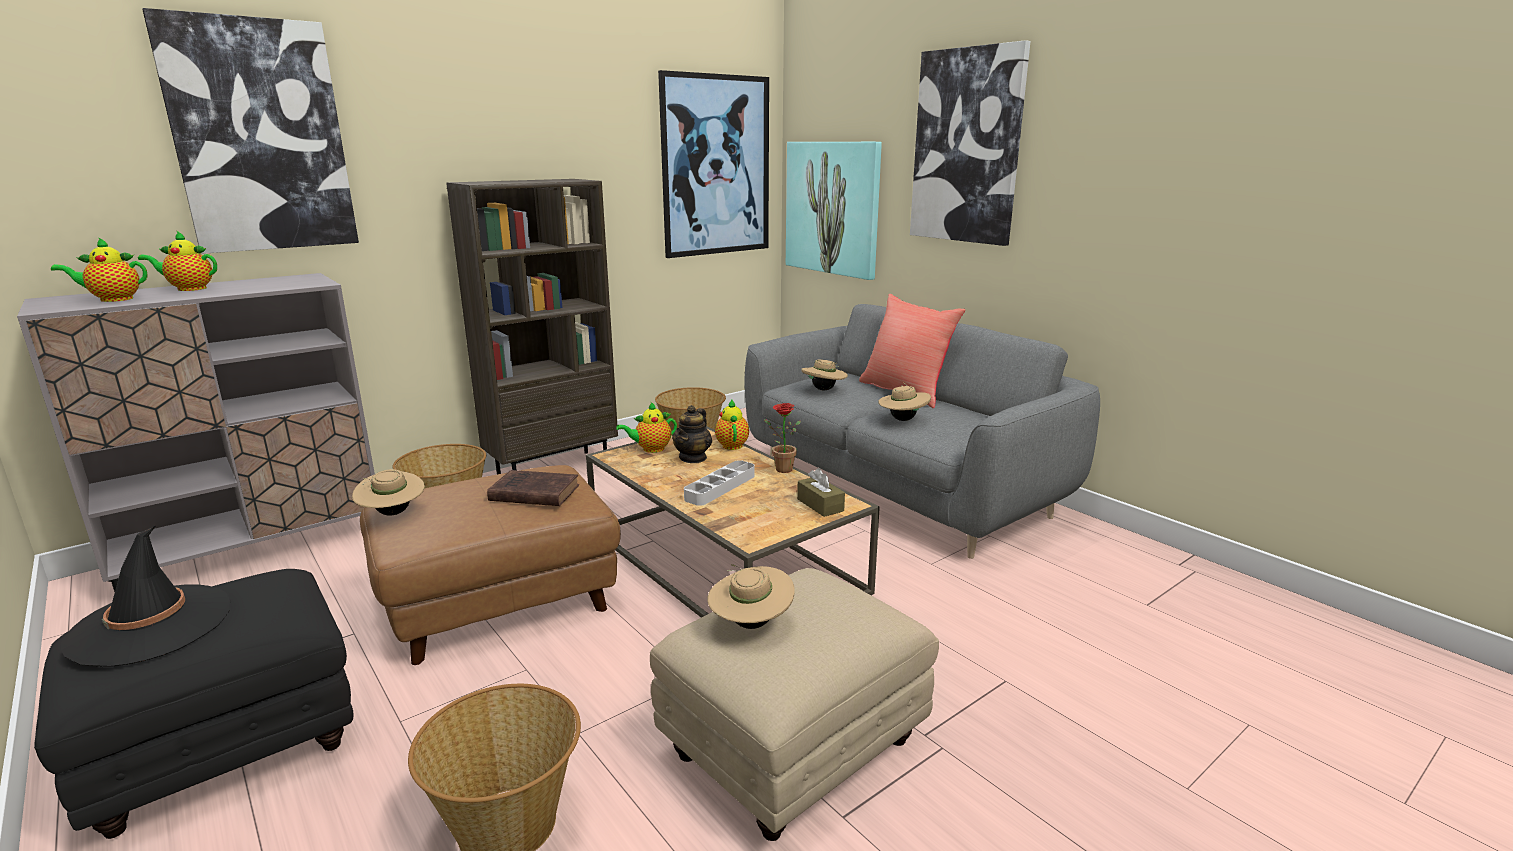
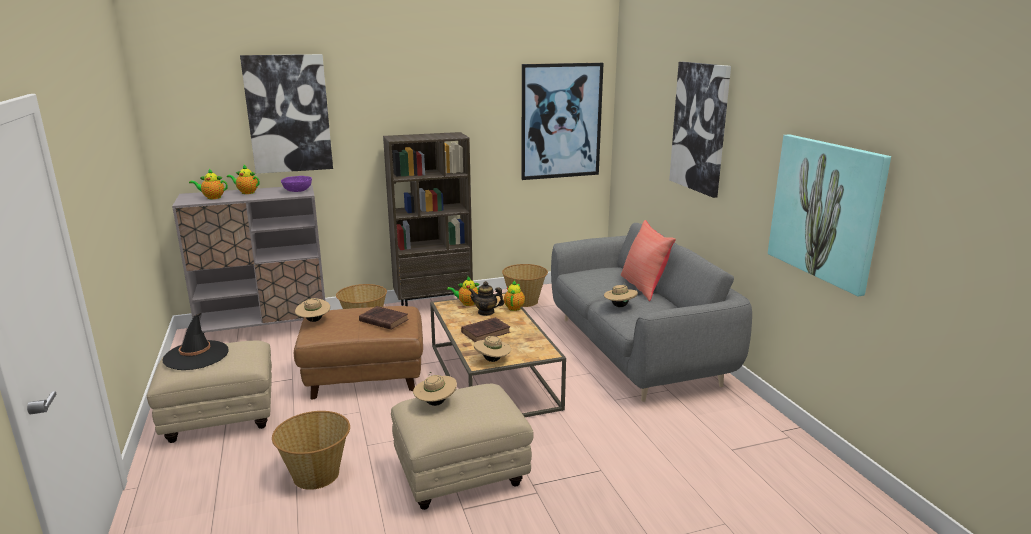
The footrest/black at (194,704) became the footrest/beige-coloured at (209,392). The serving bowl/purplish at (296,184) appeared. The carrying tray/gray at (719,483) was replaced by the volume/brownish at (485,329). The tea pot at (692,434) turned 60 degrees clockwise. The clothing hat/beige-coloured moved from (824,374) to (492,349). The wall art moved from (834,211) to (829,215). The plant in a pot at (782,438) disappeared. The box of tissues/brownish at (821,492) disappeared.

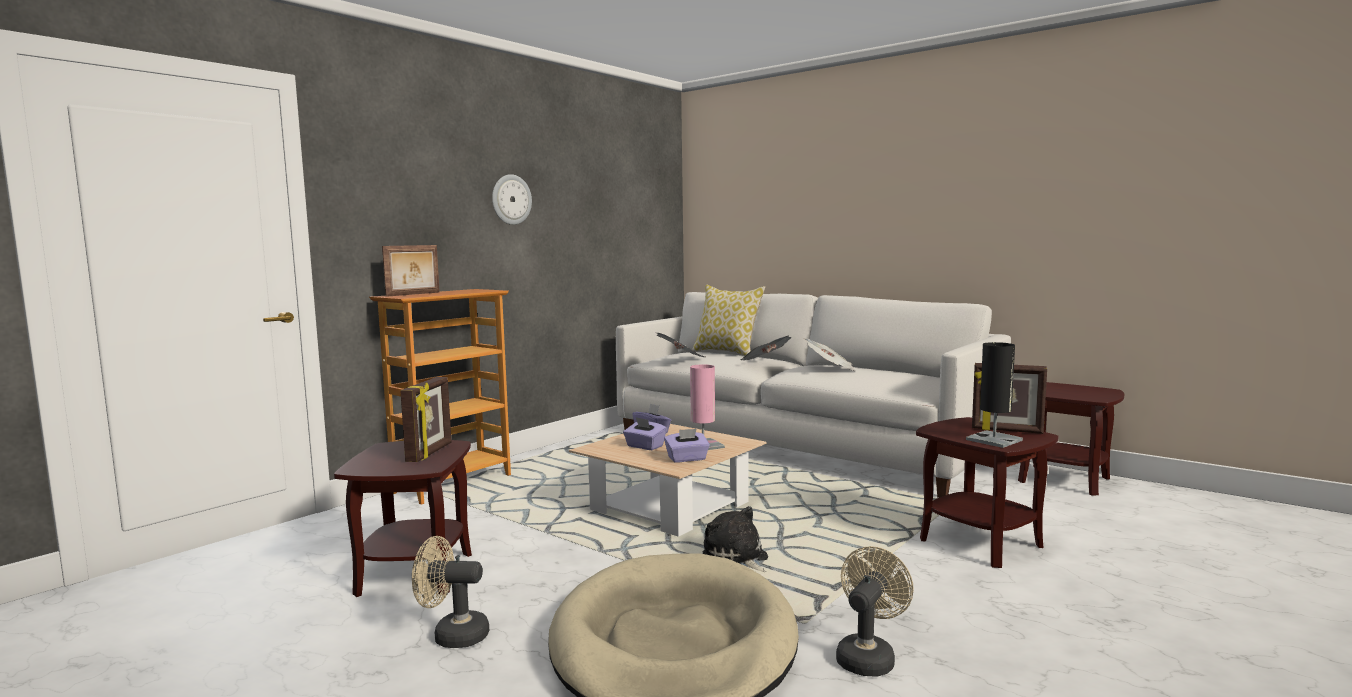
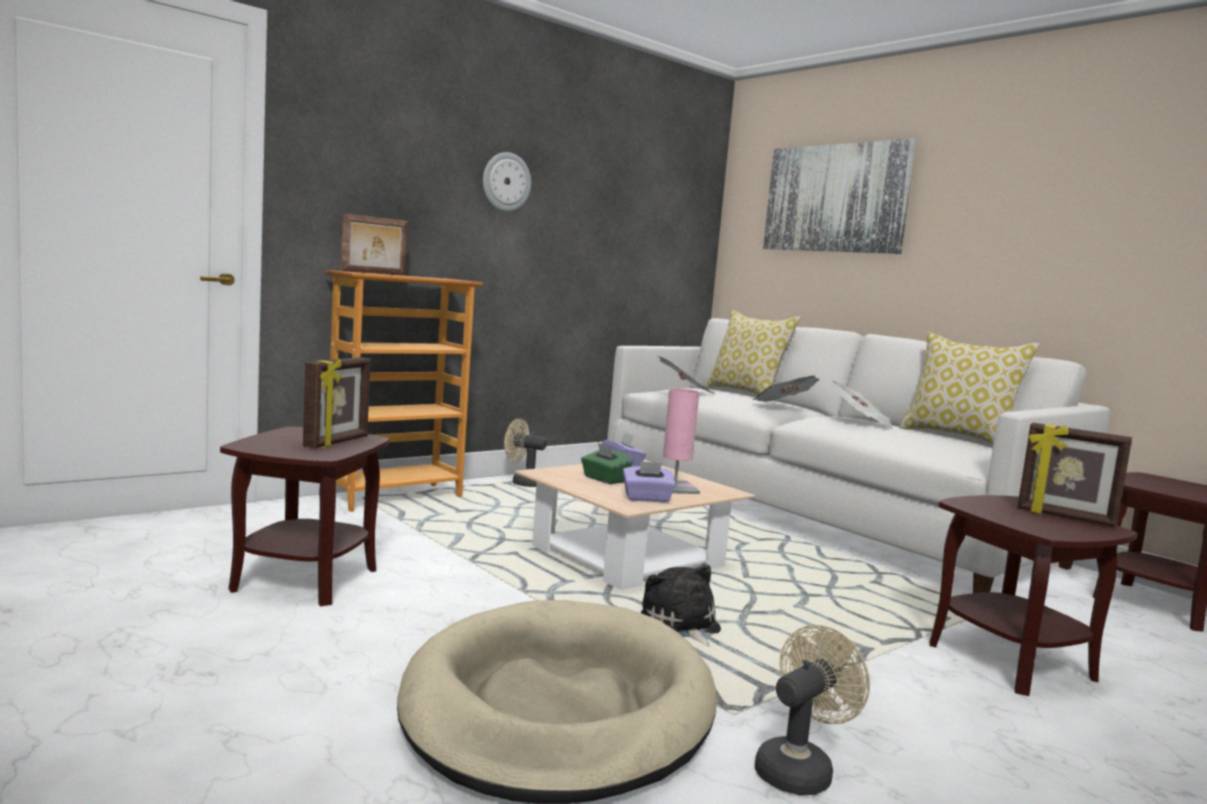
The electric fan/beige-coloured moved from (450,592) to (525,453). The box of tissues/purplish at (645,433) became the box of tissues/green-coloured at (607,463). The wall art at (839,196) appeared. The pillow at (969,388) appeared. The tabletop lamp/black at (994,395) disappeared.

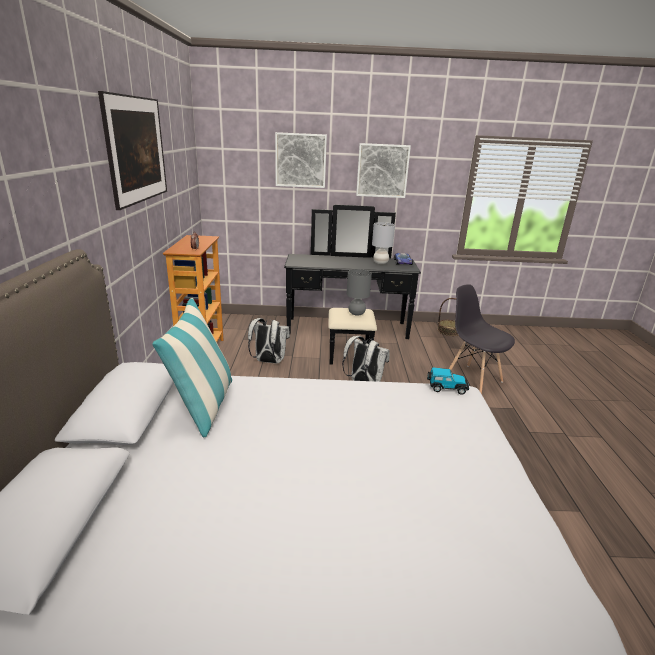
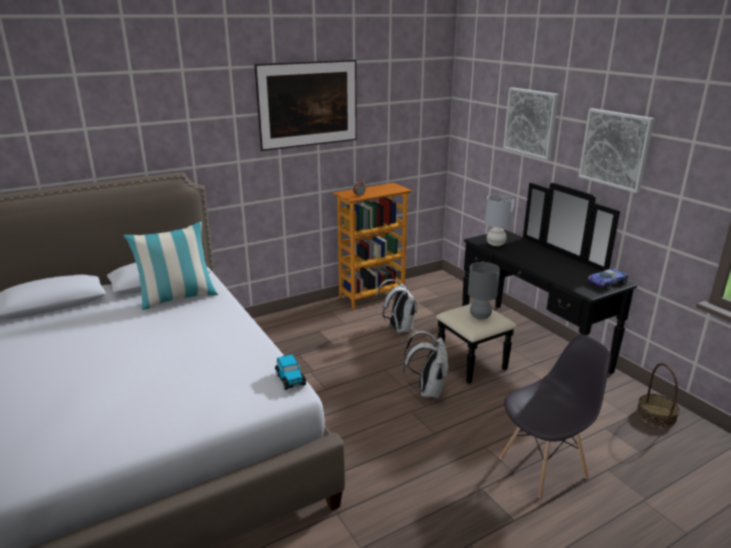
The tabletop lamp/gray moved from (383,243) to (499,220). The plain chair/gray at (482,339) turned 45 degrees clockwise.

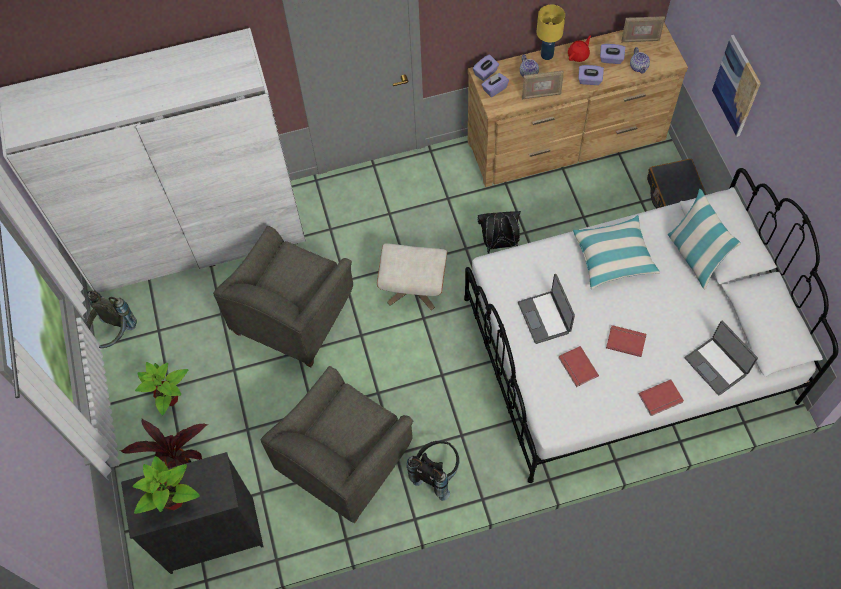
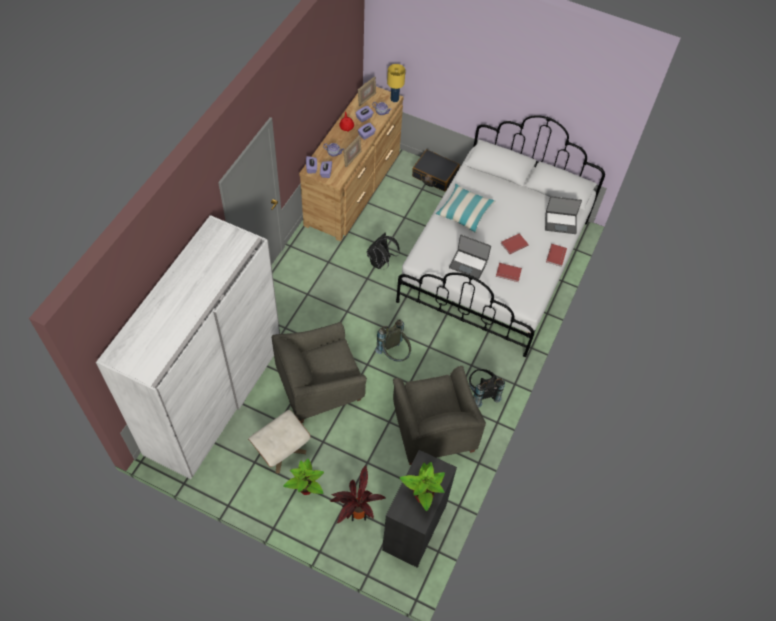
The footrest/beige-coloured moved from (412,276) to (279,442). The armchair/gray at (283,296) turned 90 degrees clockwise. The rucksack/gray moved from (111,319) to (393,341). The tabletop lamp/yellow moved from (550,32) to (396,83). The pillow at (704,239) disappeared. The wall art at (736,86) disappeared.

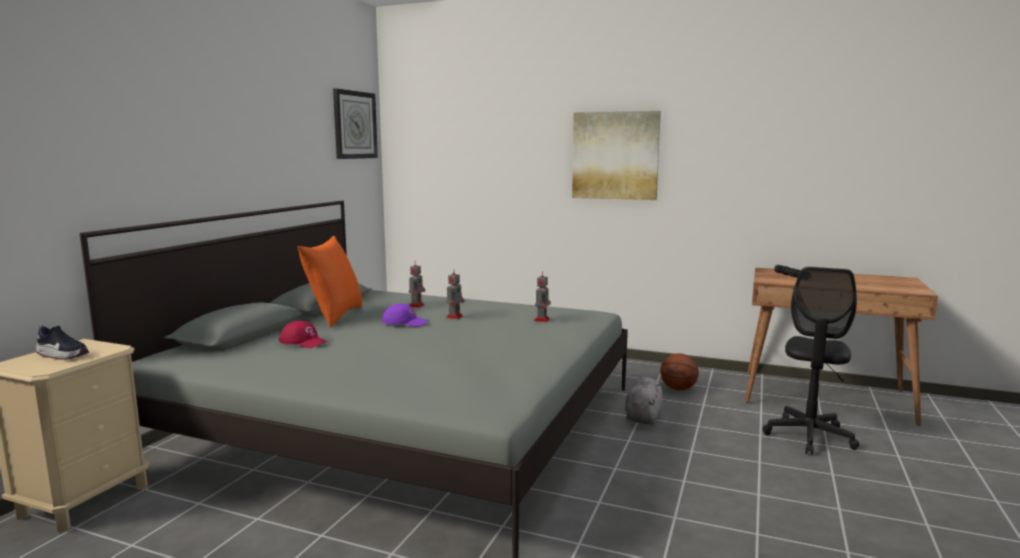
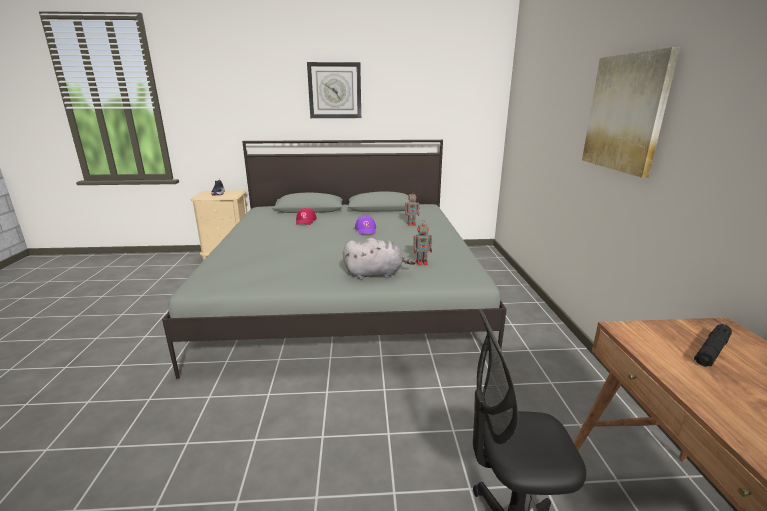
The wall clock moved from (355,123) to (334,90). The plush toy/gray moved from (643,401) to (379,258). The pillow/orangey at (330,282) disappeared. The toy robot at (455,294) disappeared. The basketball ball at (679,372) disappeared.

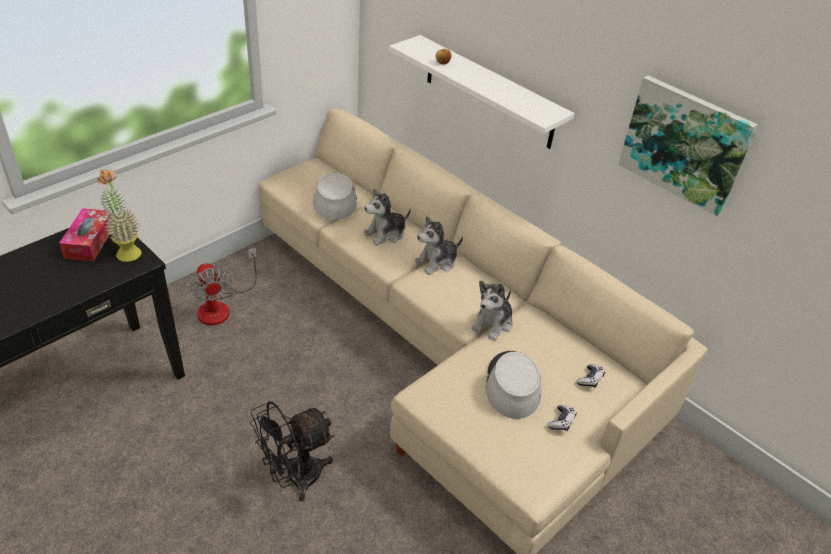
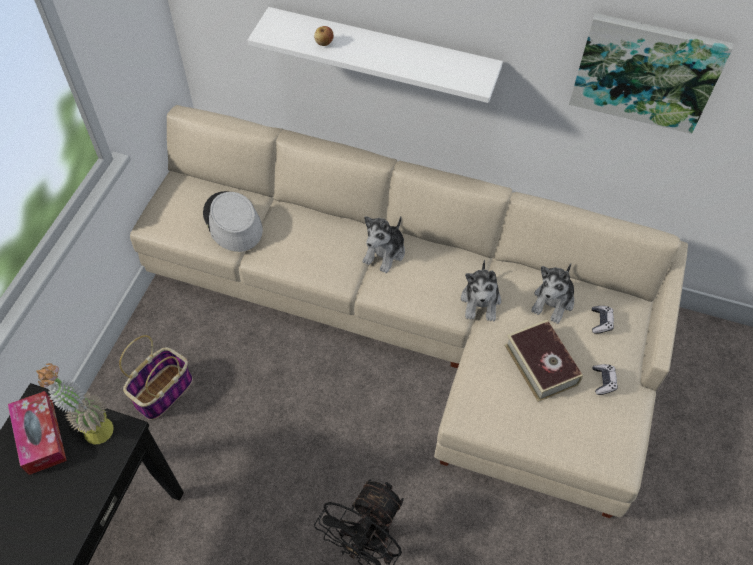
The electric fan at (223,286) was replaced by the household basket at (156,377). The clothing hat/gray at (513,385) was replaced by the volume at (543,361). The plush toy moved from (387,217) to (552,293).

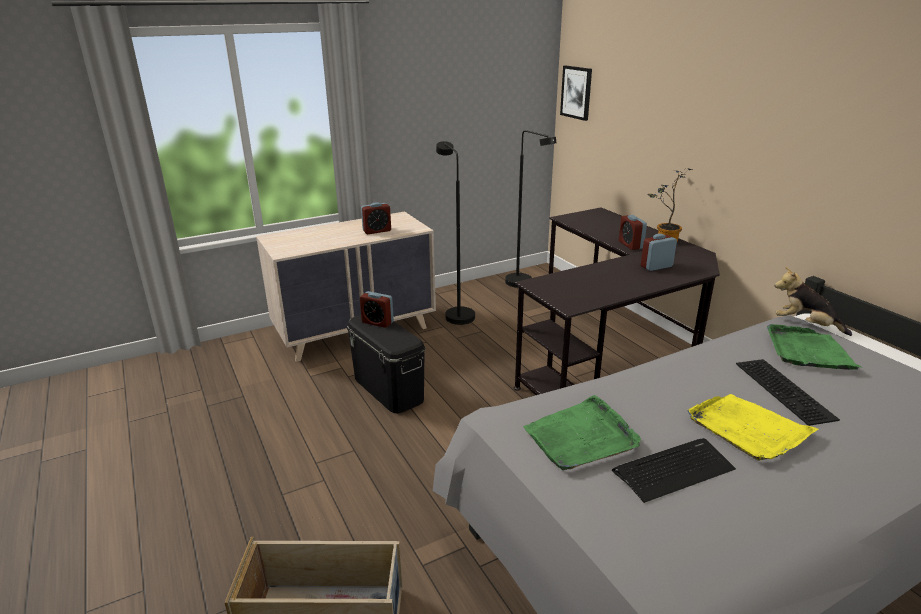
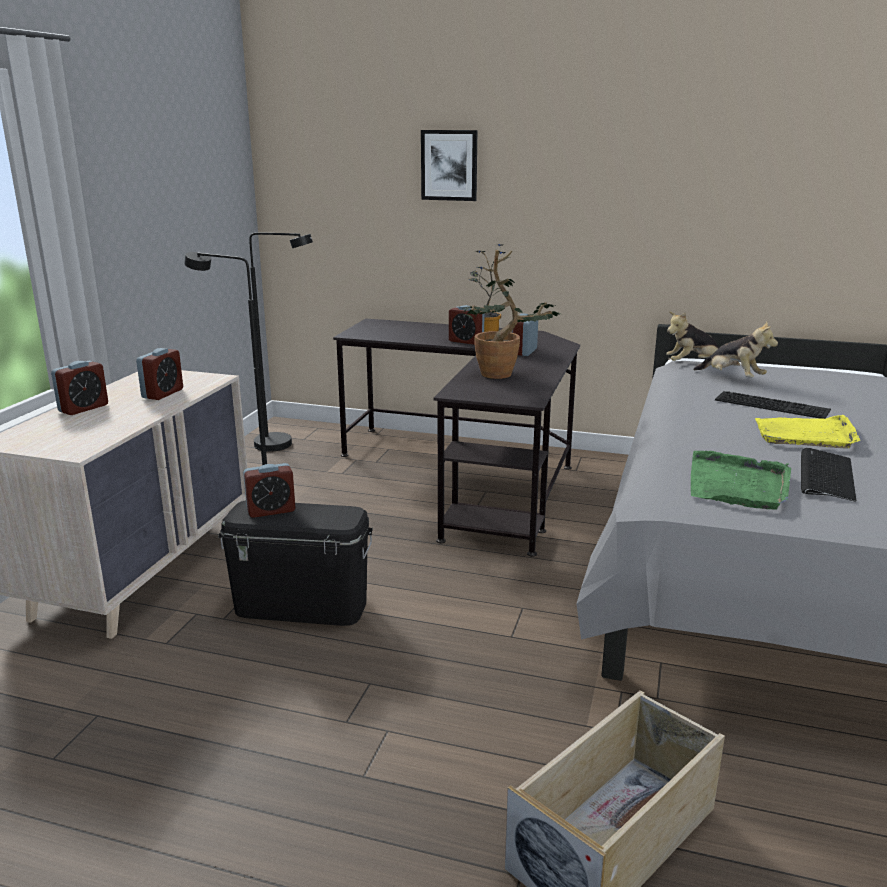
The bedside clock at (79,388) appeared. The wall art moved from (576,93) to (449,165). The plant in a pot at (511,314) appeared. The carrying tray/green-coloured at (814,347) was replaced by the plush toy at (735,349).

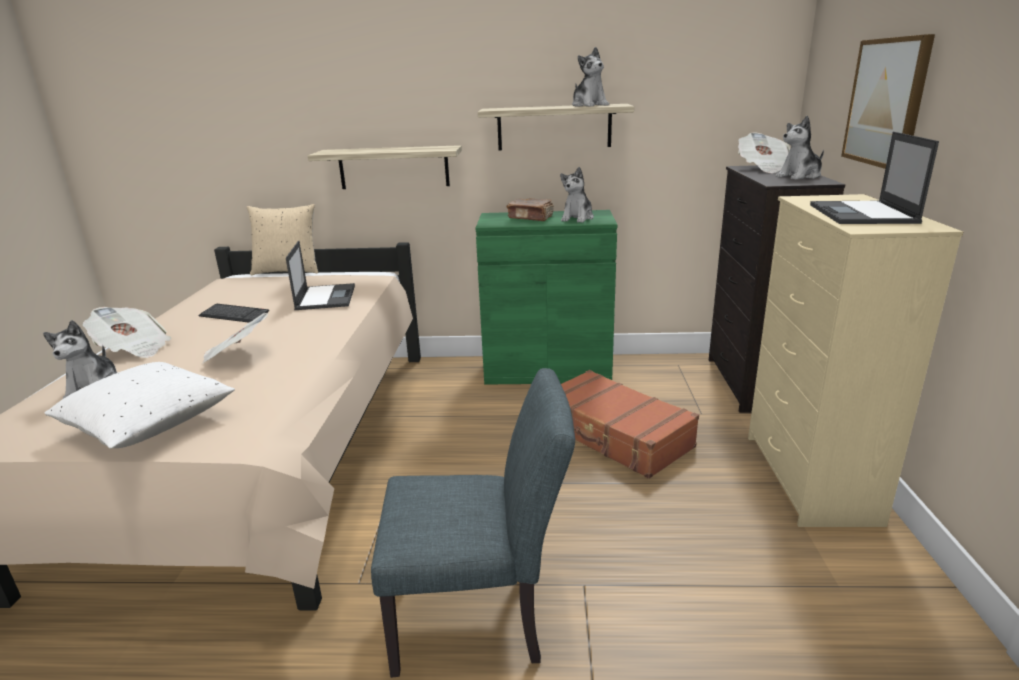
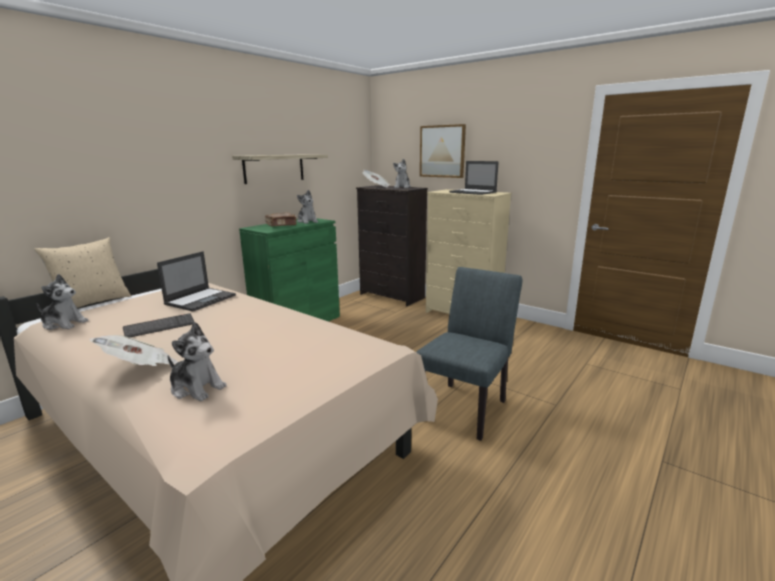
The plush toy moved from (590,77) to (62,302). The portable computer at (320,275) turned 90 degrees clockwise. The pillow/white at (140,405) disappeared. The printed paper at (235,338) disappeared. The bracket shelf at (385,167) disappeared. The piece of luggage/brownish at (630,424) disappeared.

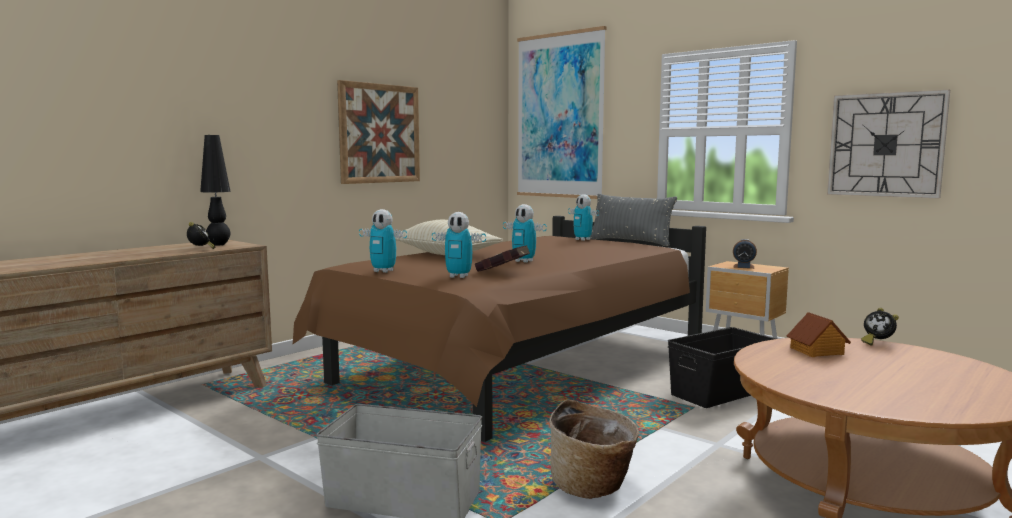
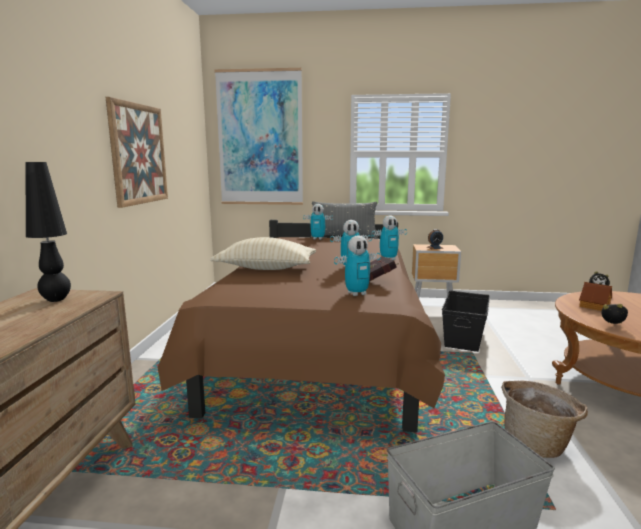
The toy robot moved from (383,241) to (389,237). The bedside clock moved from (201,235) to (614,314). The wall clock at (888,144) disappeared.

